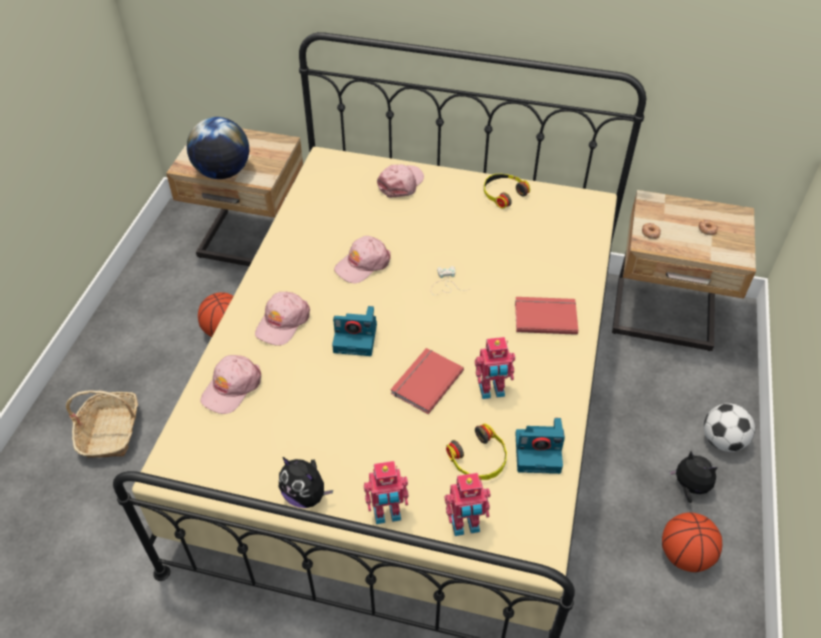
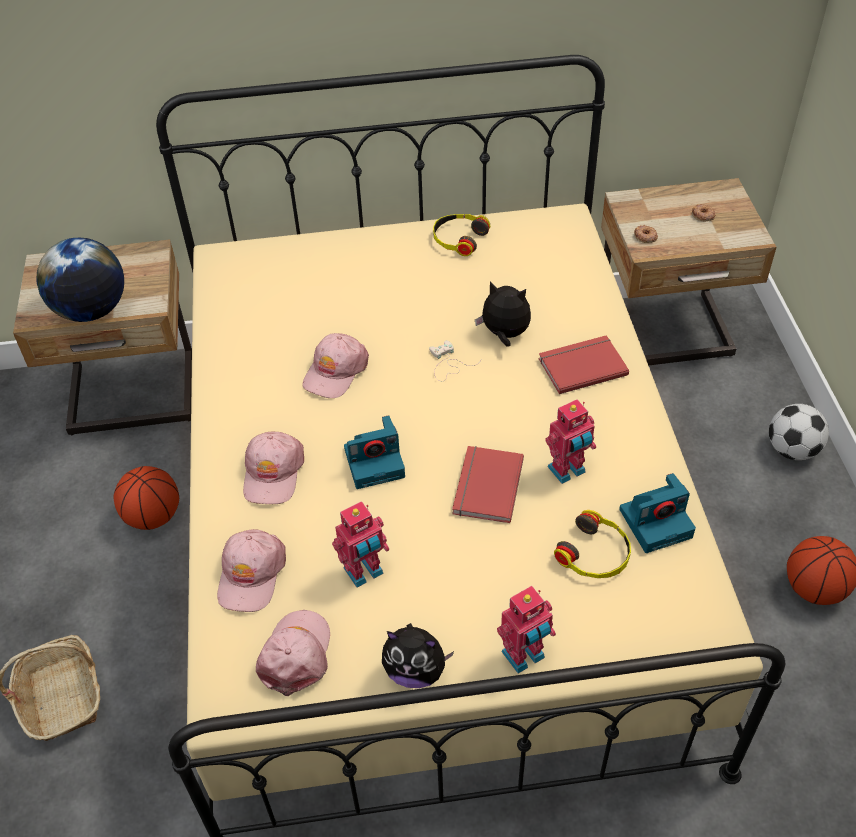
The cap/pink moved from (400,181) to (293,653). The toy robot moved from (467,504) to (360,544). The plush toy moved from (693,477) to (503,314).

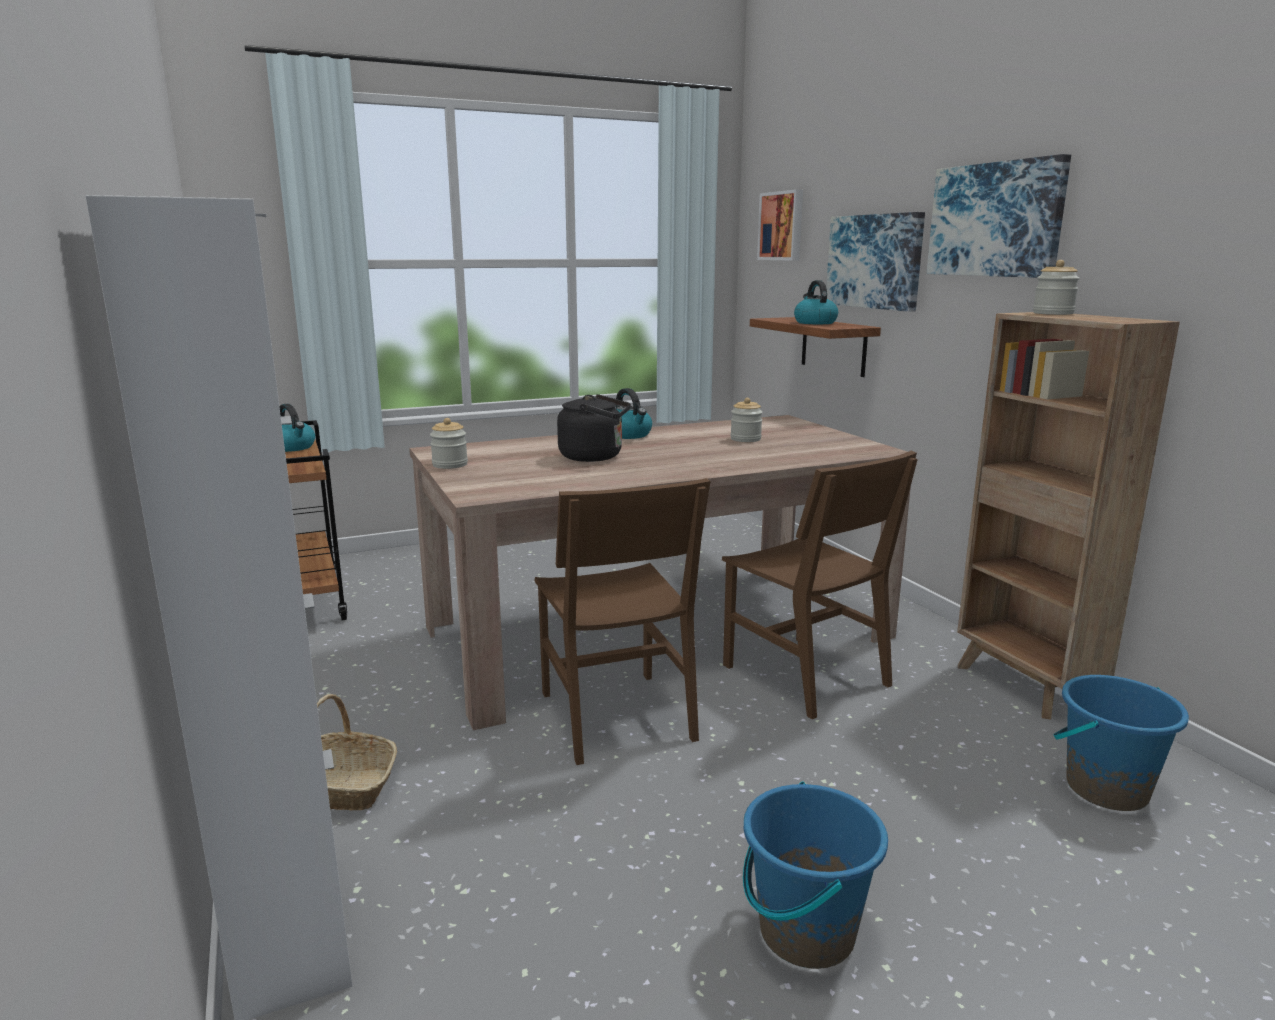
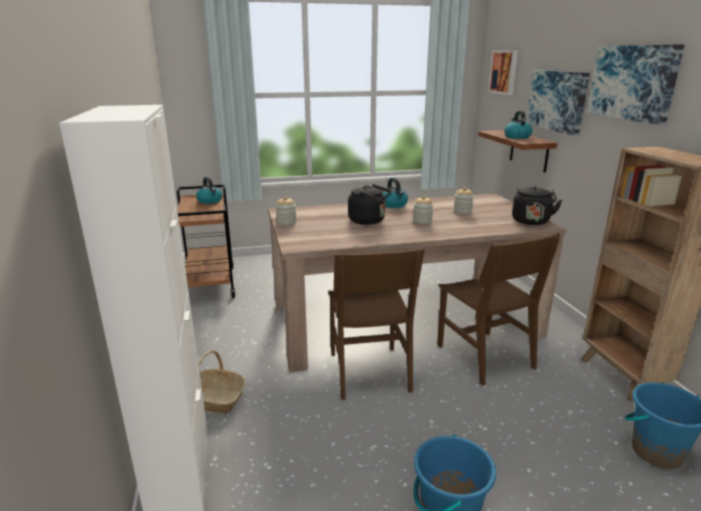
The jar moved from (1056,287) to (423,210). The tea kettle/black at (537,205) appeared.

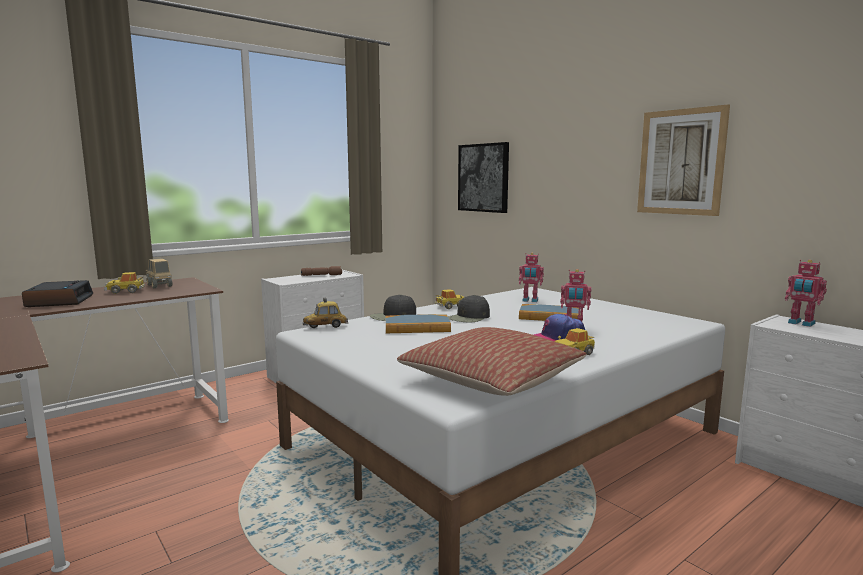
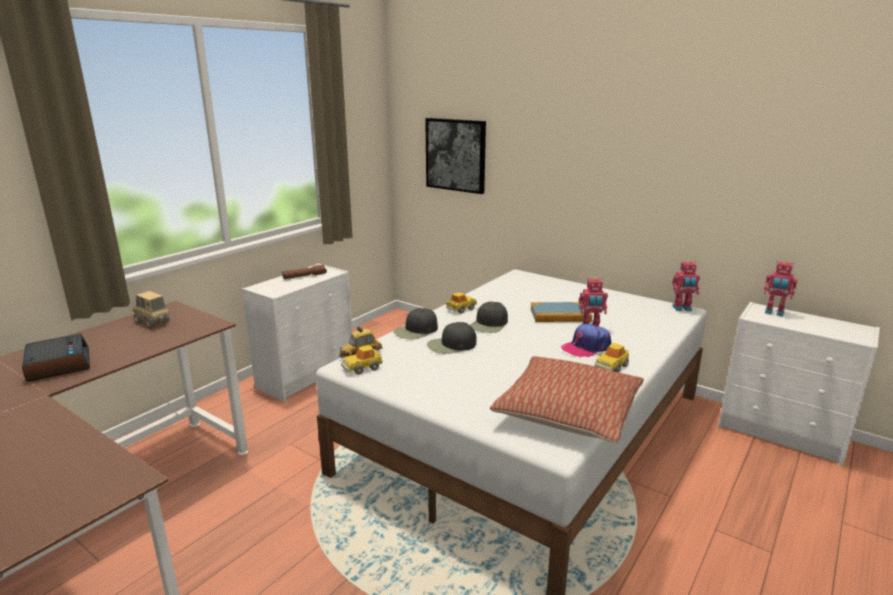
The miniature car moved from (124,283) to (362,359). The volume at (418,323) was replaced by the cap/black at (452,338). The toy robot moved from (531,277) to (686,286). The wall art at (683,160) disappeared.

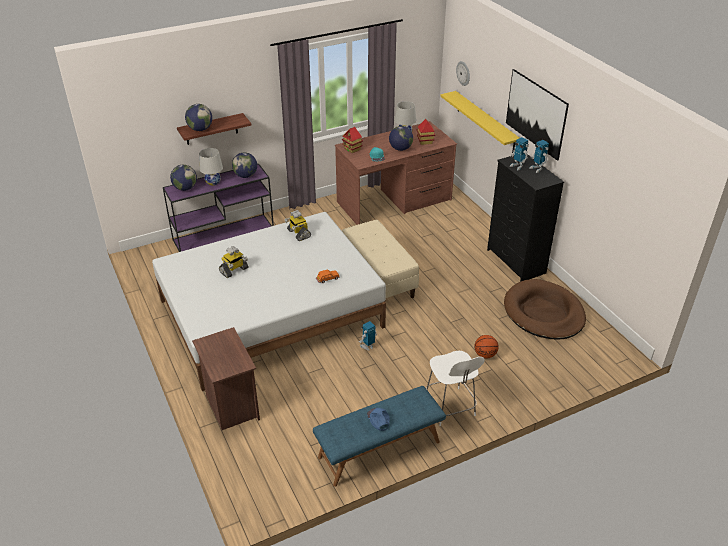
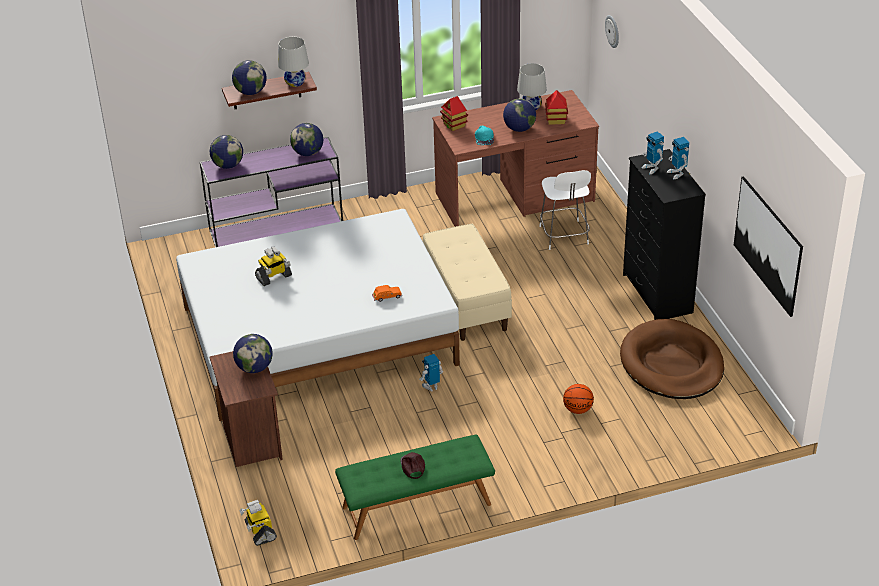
The desk globe at (253,353) appeared. The toy robot moved from (298,225) to (258,523). The tabletop lamp/white moved from (211,167) to (293,62). The long seat/blue-coloured at (379,436) became the long seat/green-coloured at (415,487). The cap/blue-coloured at (378,419) became the cap/brownish at (412,465). The plain chair/white moved from (455,388) to (565,210). The wall art moved from (537,115) to (768,246). The bracket shelf/yellow at (479,122) disappeared.

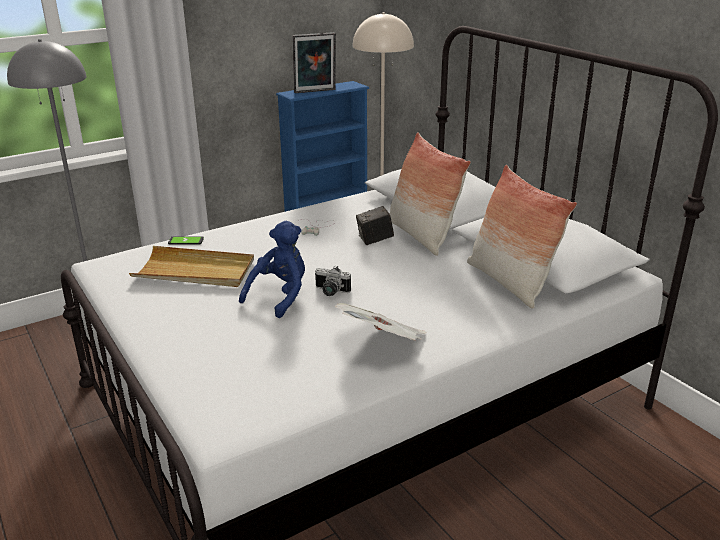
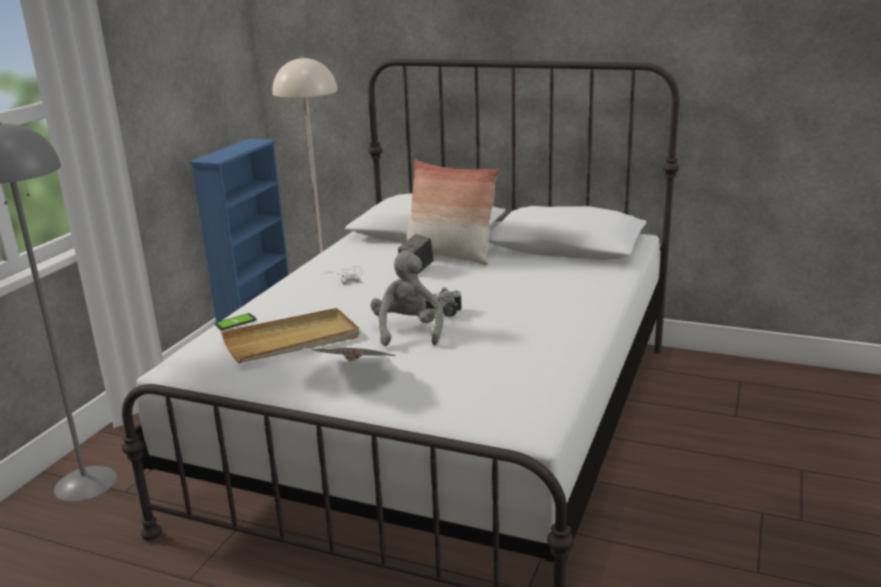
The printed paper moved from (381,321) to (349,354). The plush toy/blue-coloured at (272,269) became the plush toy/gray at (407,298). The picture frame at (314,62) disappeared. The pillow at (522,237) disappeared.

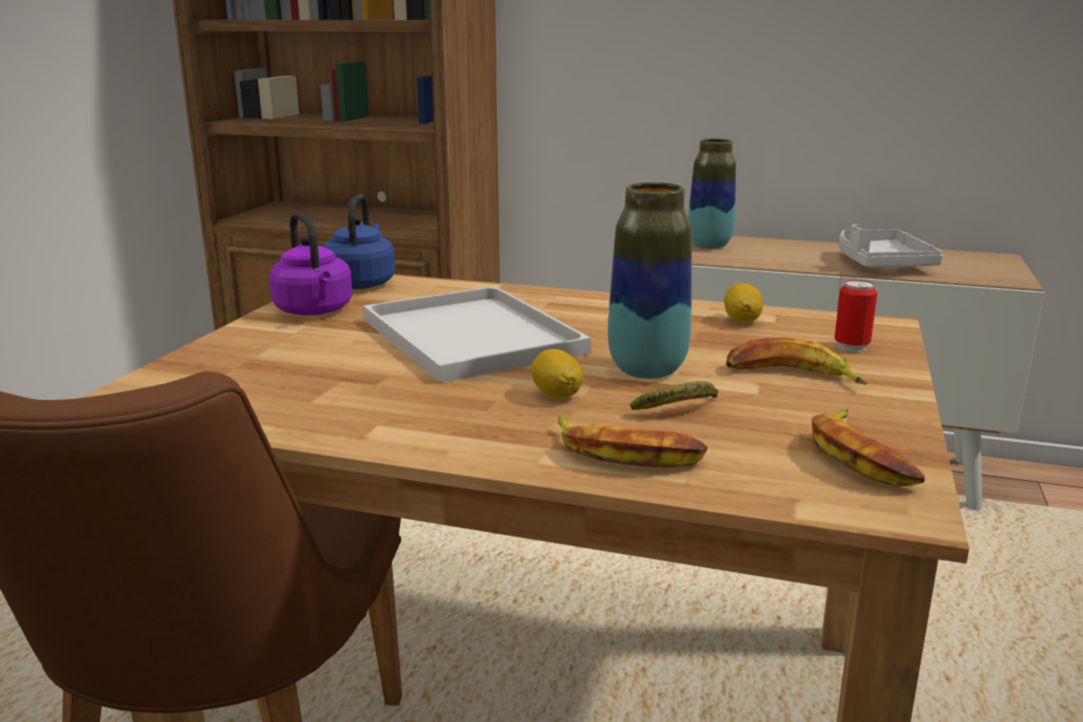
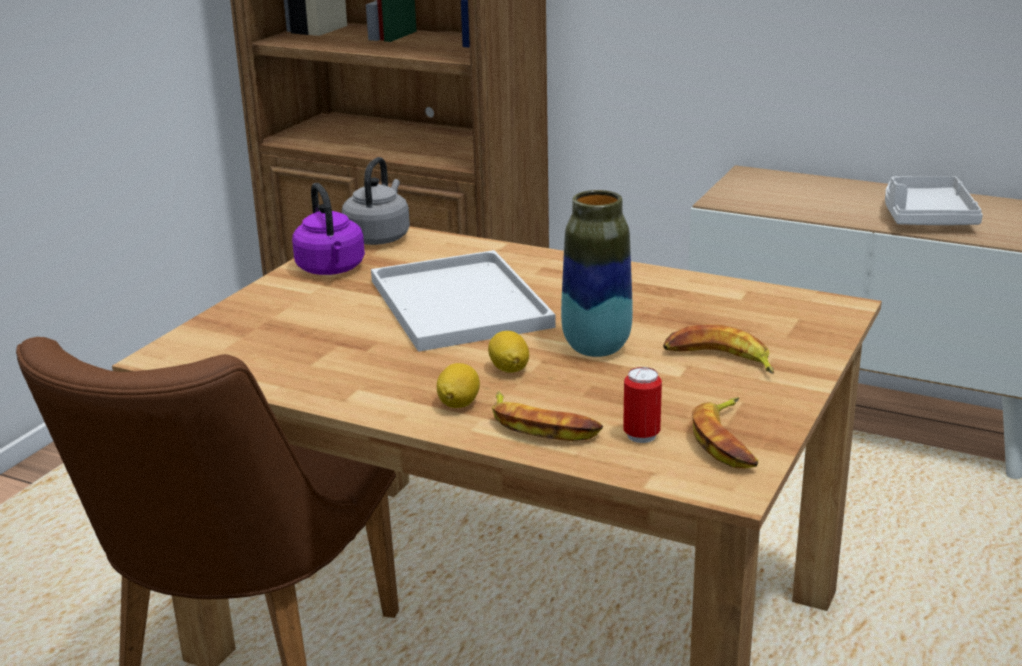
The tea kettle/blue-coloured at (358,241) became the tea kettle/gray at (376,201). The lemon moved from (743,303) to (458,385). The metal can moved from (855,316) to (642,405). The banana at (674,395) disappeared. The vase at (712,194) disappeared.

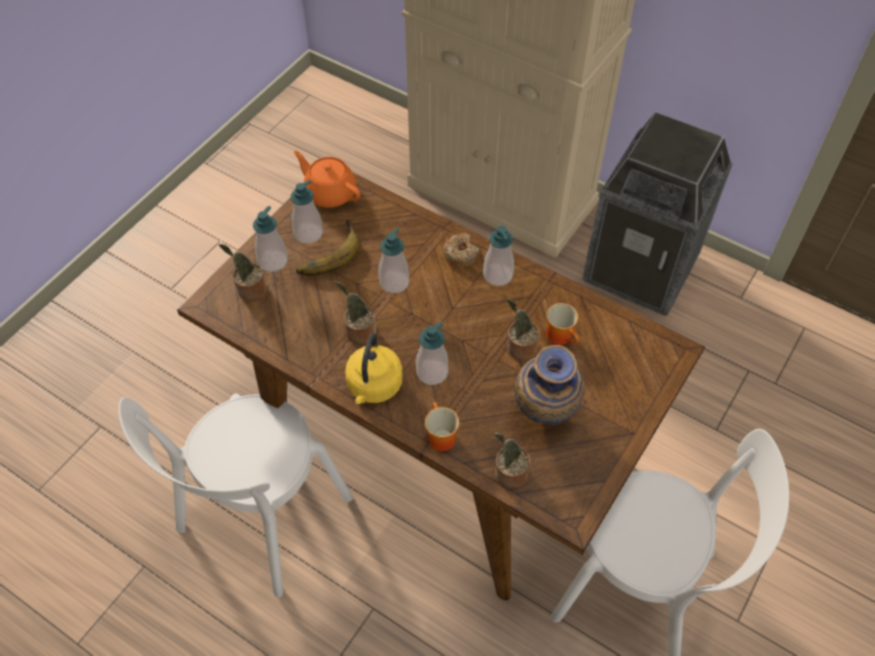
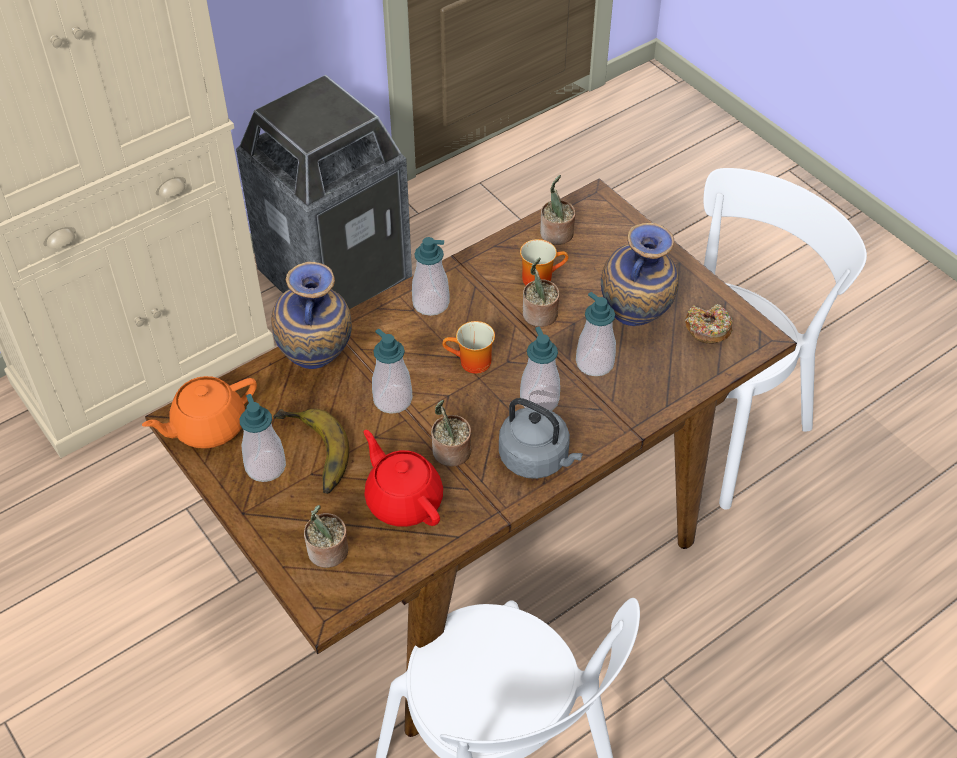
The vase at (311,315) appeared. The tea pot/red at (403,478) appeared. The tea mug moved from (442,426) to (468,347). The tea kettle/yellow at (374,368) became the tea kettle/gray at (541,438). The plant in a pot moved from (512,460) to (558,210). The liquid soap bottle moved from (270,239) to (596,334). The doughnut moved from (460,250) to (708,324).

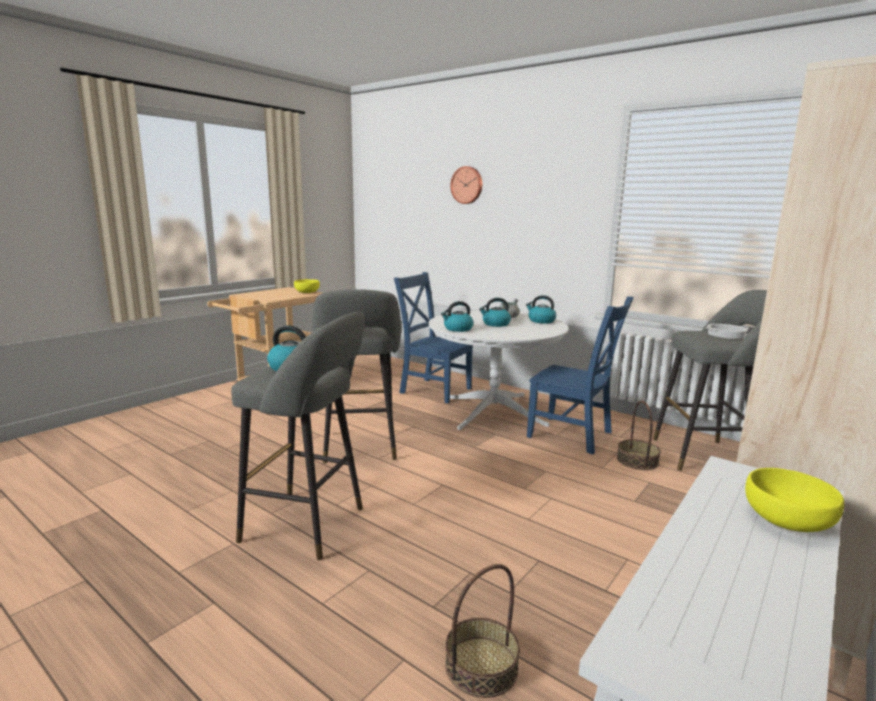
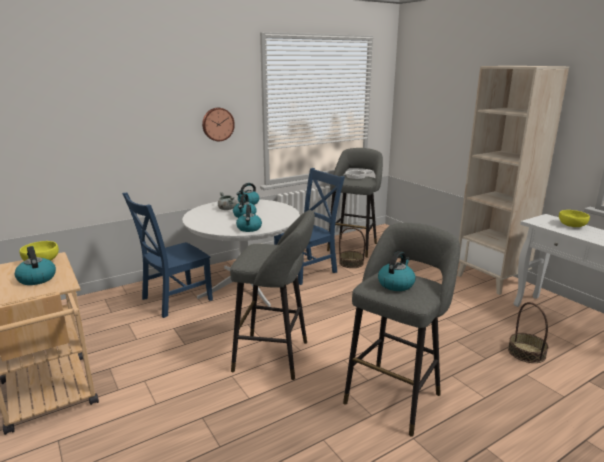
The tea kettle at (35,265) appeared. The wall clock moved from (466,185) to (218,124).

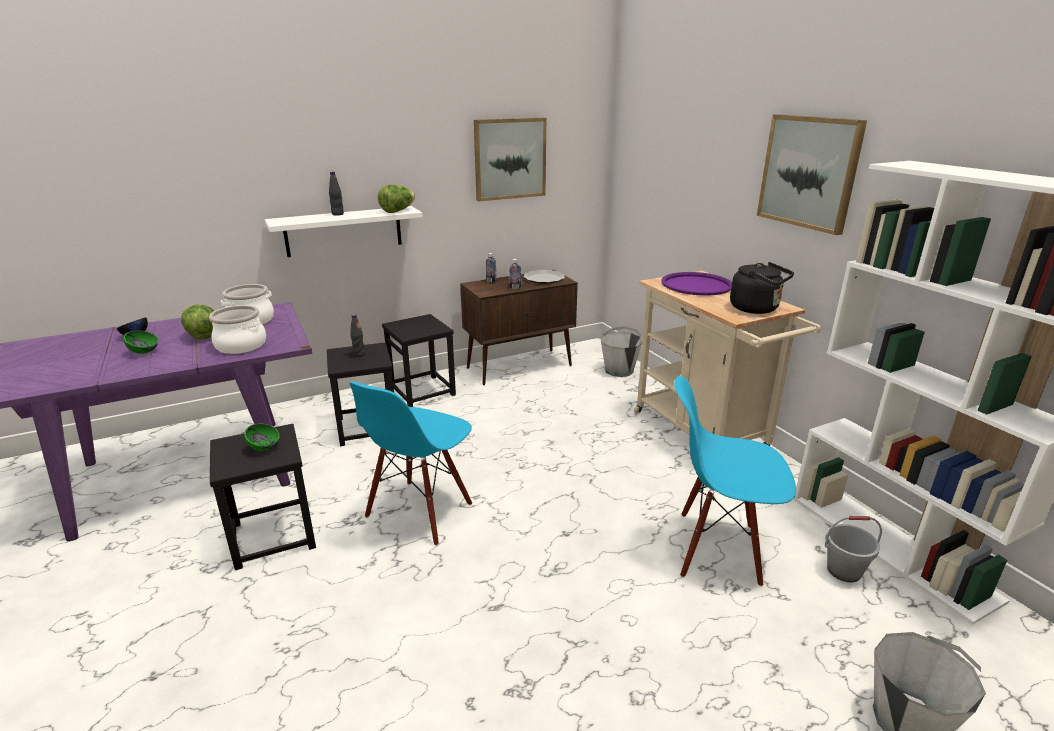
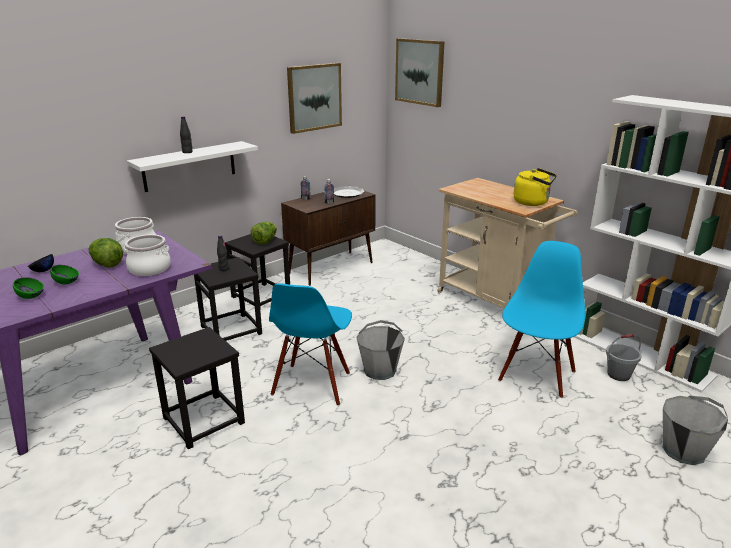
The serving bowl/green-coloured moved from (262,437) to (28,288). The lettuce head moved from (396,199) to (264,233). The bucket/gray moved from (621,351) to (380,350). The wall art moved from (812,174) to (420,72). The plain chair/blue-coloured at (735,481) turned 120 degrees clockwise. The tea kettle/black at (762,288) became the tea kettle/yellow at (535,187). The carrying tray/purplish at (696,284) disappeared.

